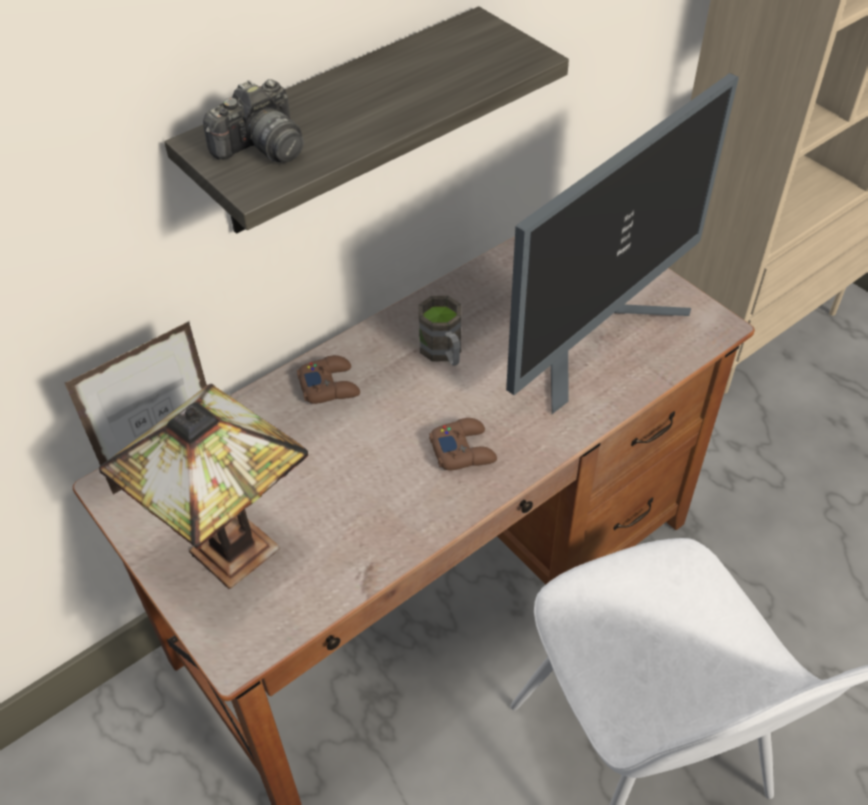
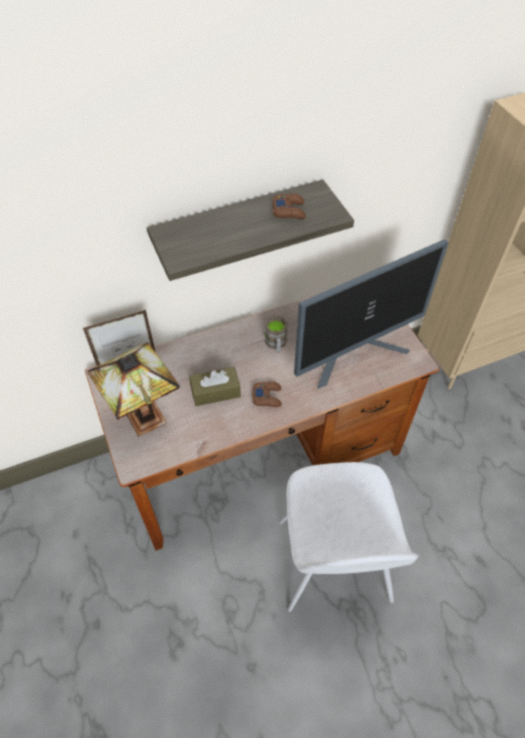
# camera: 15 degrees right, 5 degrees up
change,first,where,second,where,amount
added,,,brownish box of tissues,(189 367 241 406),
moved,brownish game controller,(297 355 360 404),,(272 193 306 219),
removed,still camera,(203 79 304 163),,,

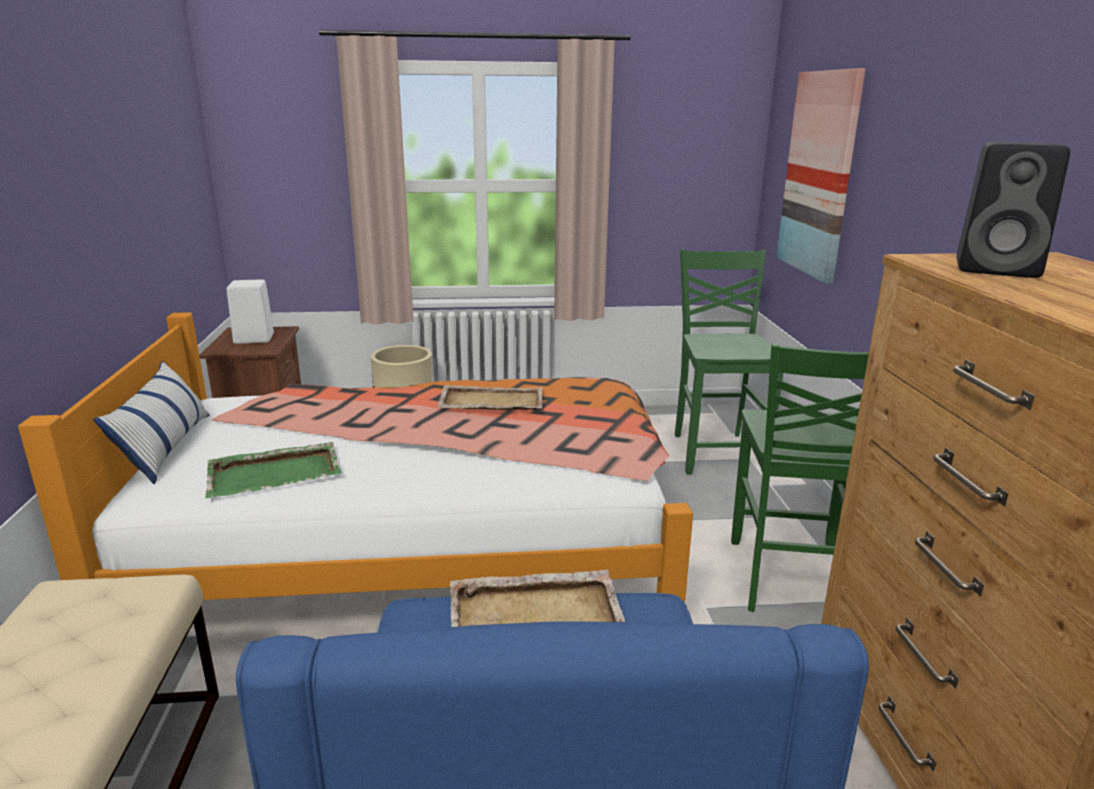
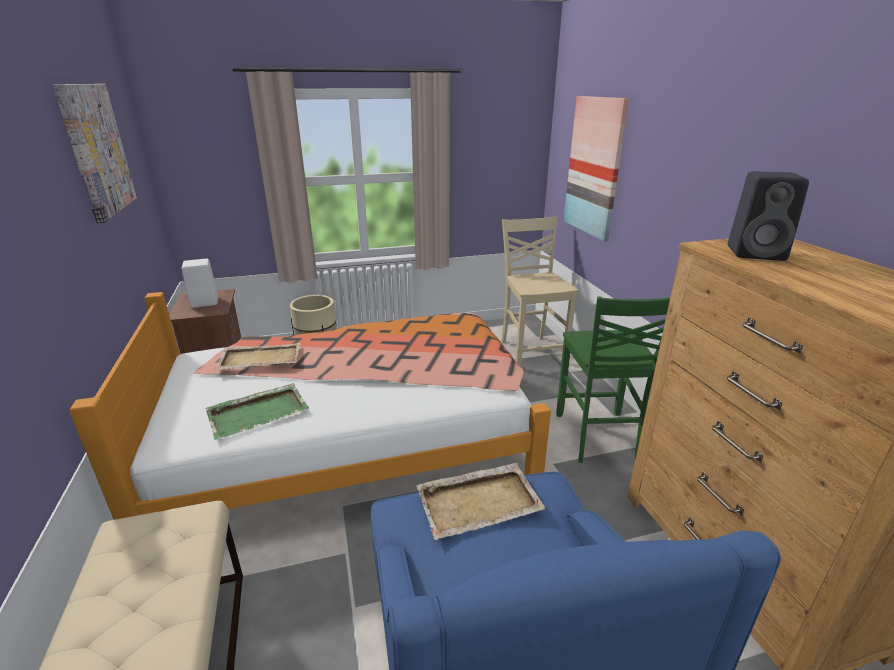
# camera: 10 degrees left, 5 degrees up
change,first,where,second,where,amount
added,,,wall art,(53 84 137 223),
moved,beige tray,(436 385 542 410),,(214 343 300 370),
recoloured,greenish chair,(675 250 783 475),beige chair,(502 216 578 367),
removed,cushion,(93 361 210 484),,,

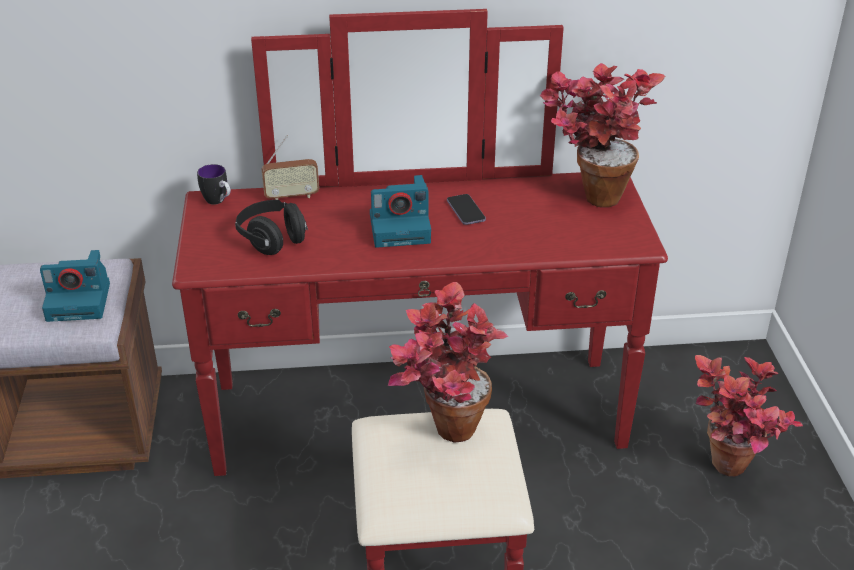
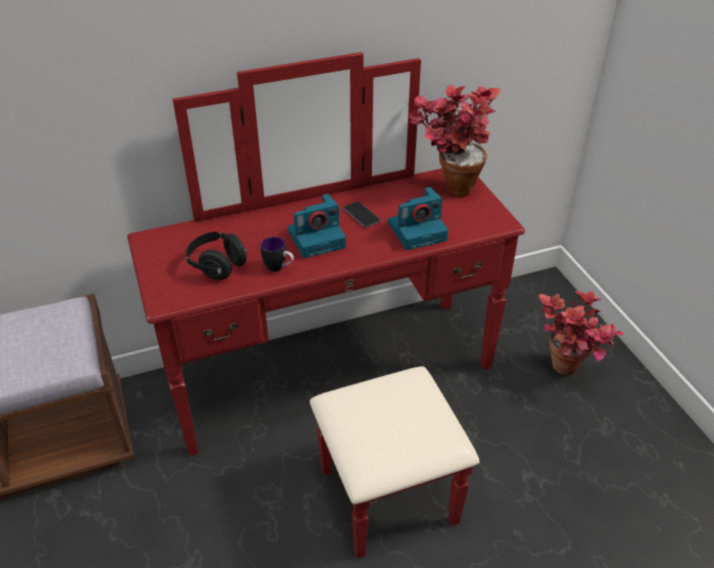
# camera: 15 degrees left, 5 degrees up
change,first,where,second,where,amount
moved,mug,(197 164 231 205),,(261 237 294 272),
moved,still camera,(40 250 110 322),,(388 187 448 250),
removed,radio set,(262 135 319 200),,,
removed,potted plant,(388 282 508 443),,,

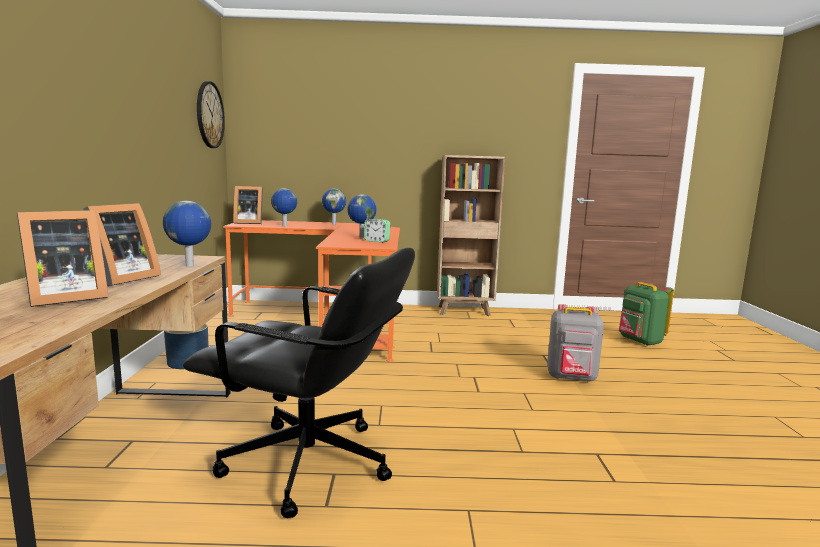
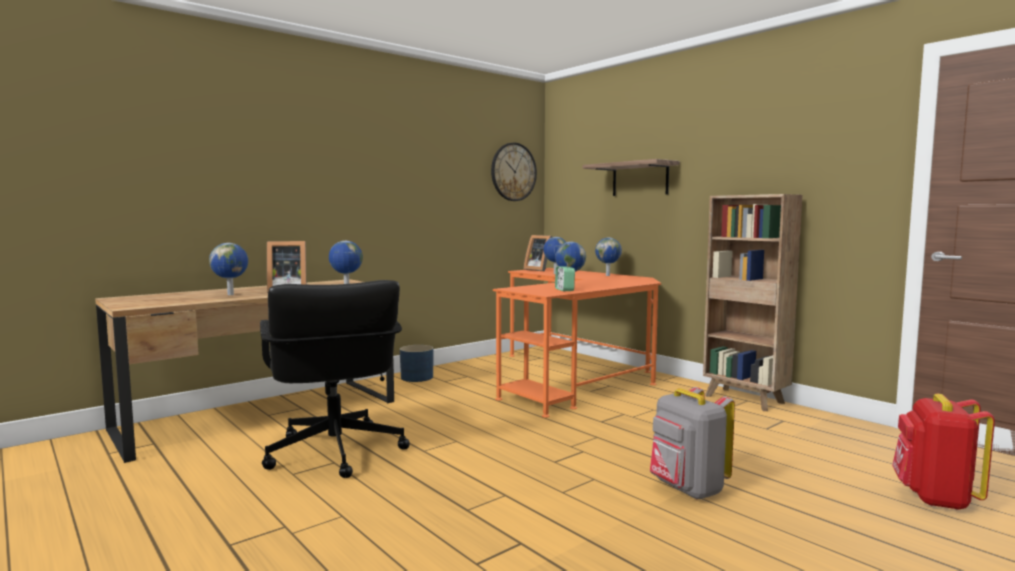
# camera: 50 degrees right, 5 degrees down
change,first,where,second,where,amount
replaced,photo frame,(17 210 108 307),desk globe,(209 243 248 295),
added,,,wall shelf,(582 159 680 196),
recoloured,greenish backpack,(619 282 674 346),reddish backpack,(892 394 995 510),

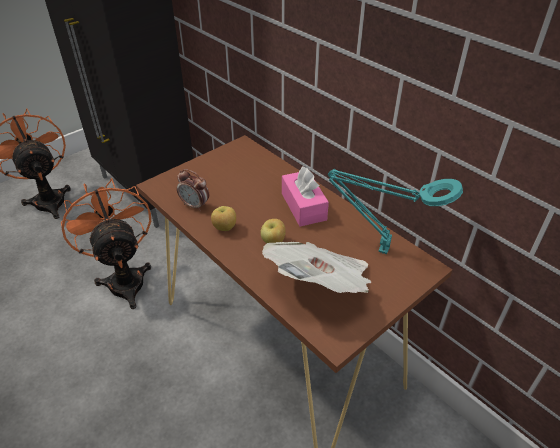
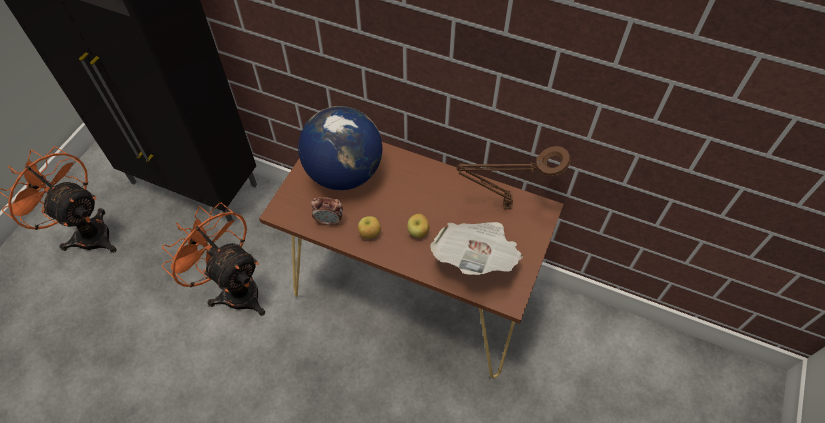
# camera: 25 degrees left, 15 degrees up
change,first,where,second,where,amount
added,,,desk globe,(298 106 382 190),
recoloured,turquoise tabletop lamp,(328 169 463 254),brownish tabletop lamp,(456 146 570 209),
removed,pinkish box of tissues,(282 166 329 227),,,

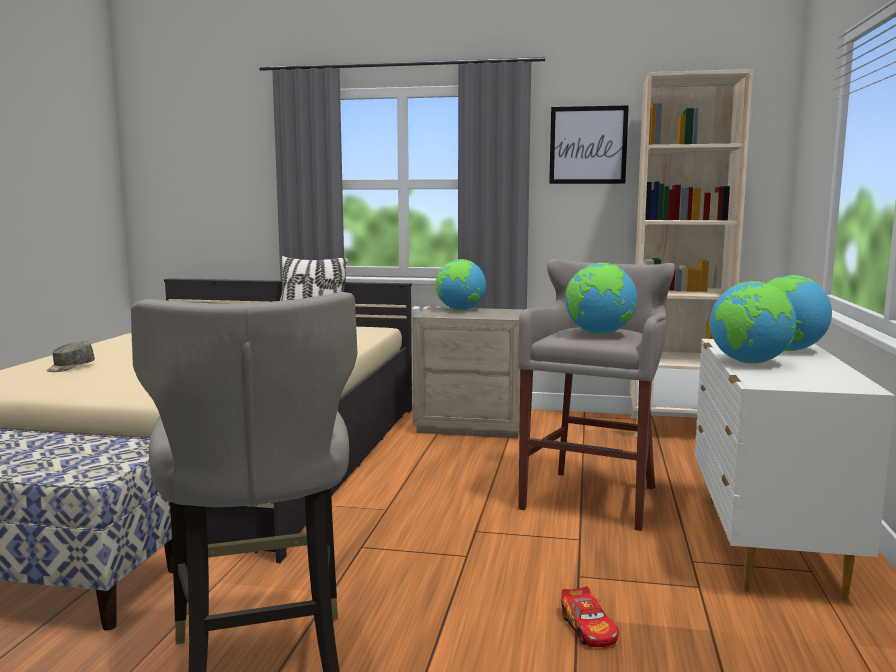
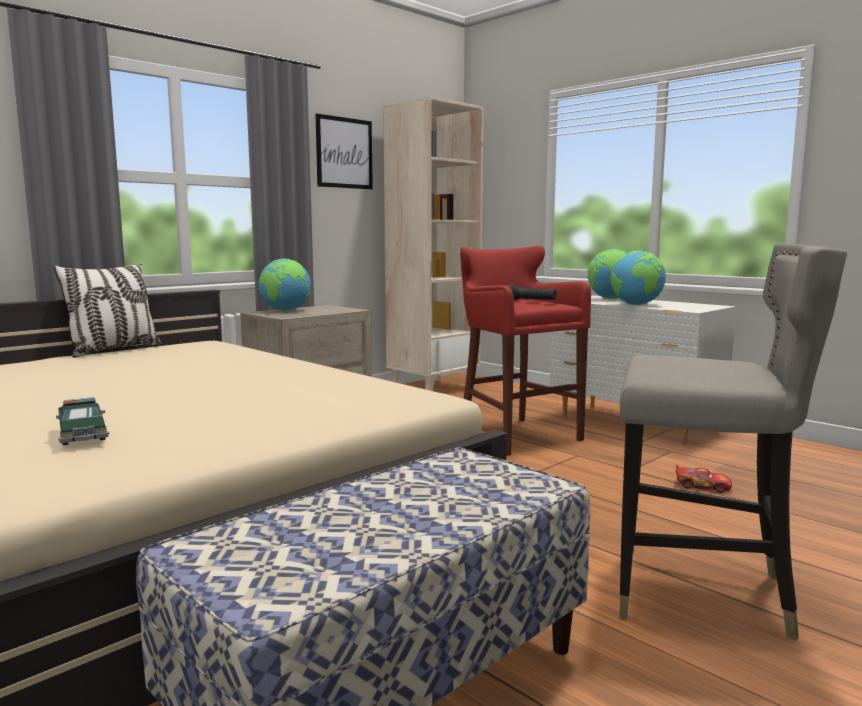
# camera: 55 degrees left, 0 degrees up
change,first,where,second,where,amount
replaced,gray peaked cap,(47 341 95 372),miniature car,(56 397 109 445),
recoloured,gray stool seat,(518 259 675 531),reddish stool seat,(460 246 591 456),
replaced,desk globe,(565 263 637 335),black-coloured flashlight,(506 284 557 300),

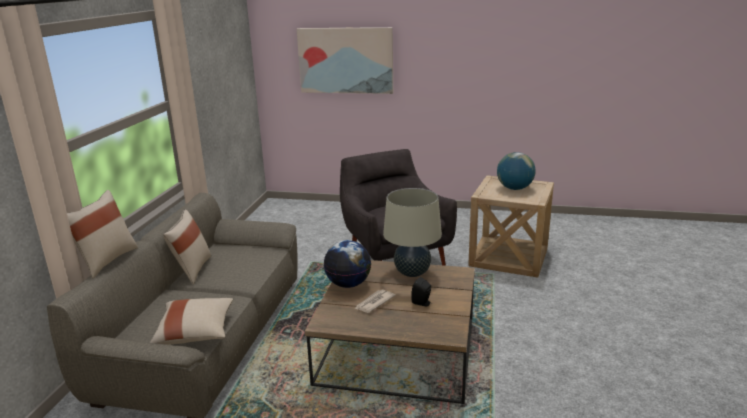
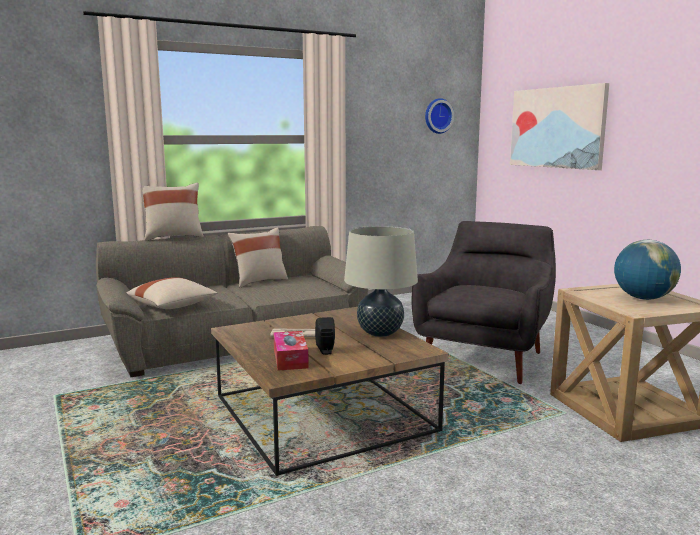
# camera: 50 degrees right, 10 degrees down
change,first,where,second,where,amount
added,,,box of tissues,(274 331 309 371),
added,,,wall clock,(425 98 454 134),
removed,desk globe,(324 240 371 288),,,

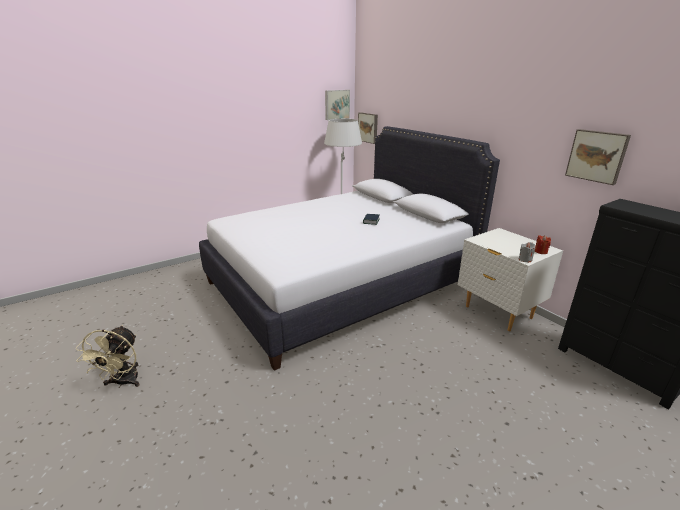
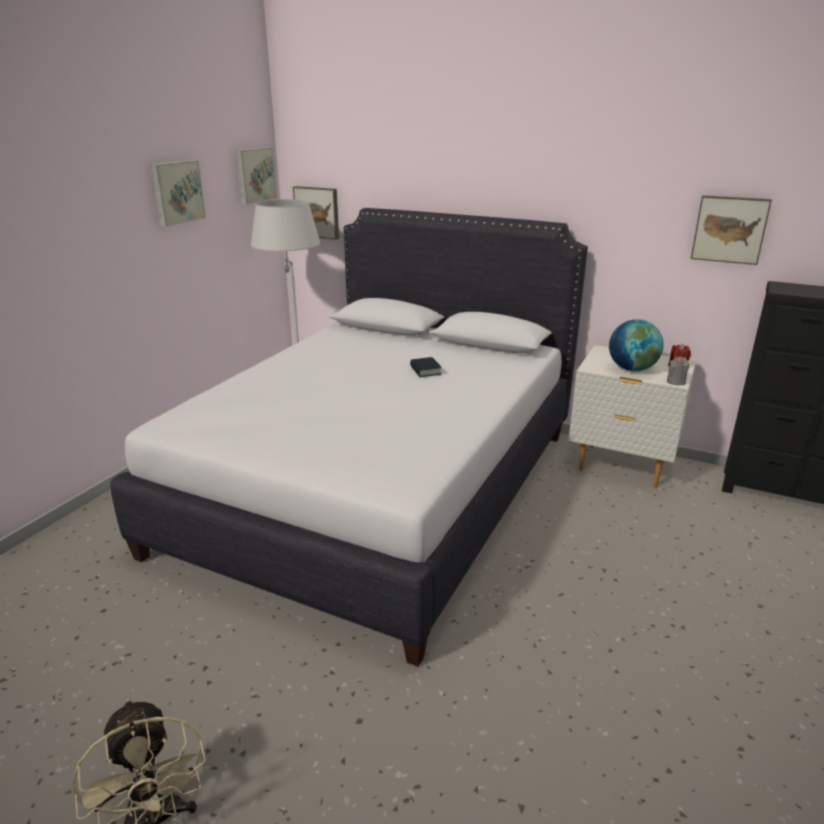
# camera: 30 degrees left, 0 degrees up
change,first,where,second,where,amount
added,,,wall art,(151 160 206 227),
added,,,desk globe,(609 319 664 371),

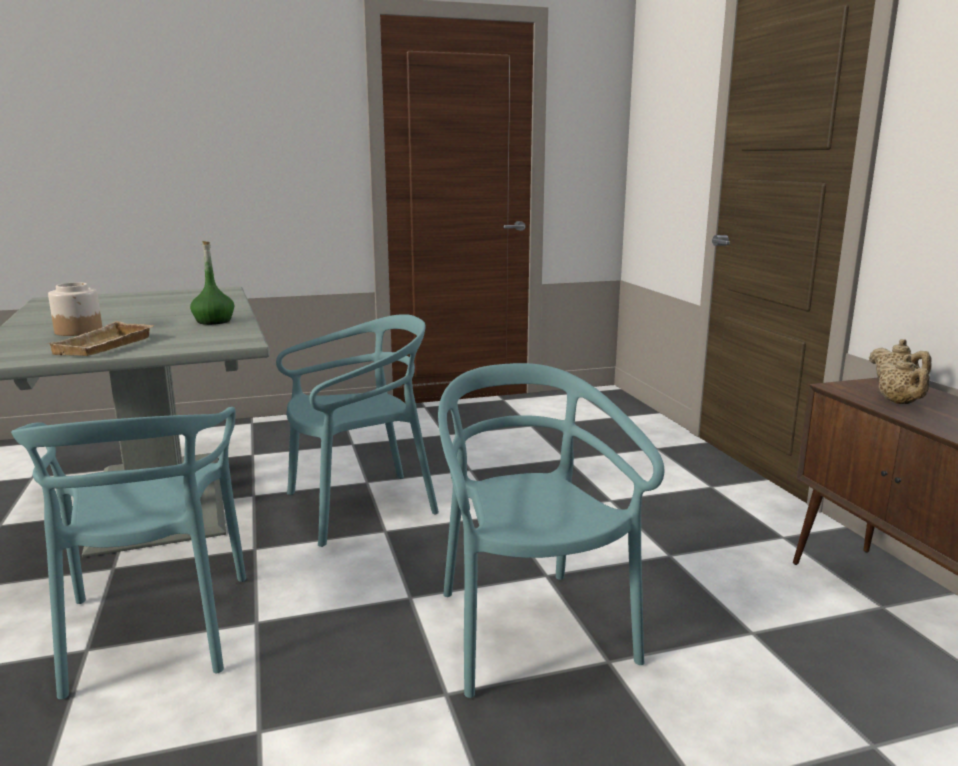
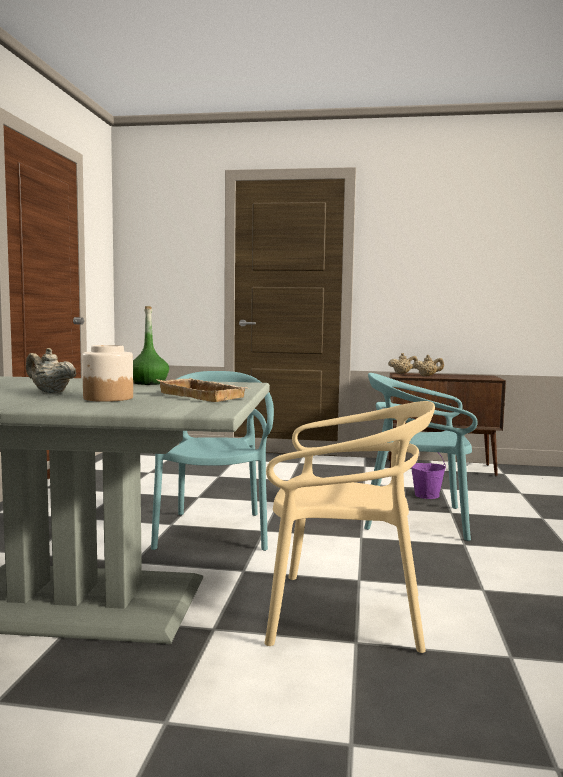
# camera: 65 degrees left, 10 degrees down
change,first,where,second,where,amount
added,,,beige teapot,(26 348 77 393),
recoloured,turquoise chair,(11 407 246 699),beige chair,(264 401 435 653),
added,,,purple pail,(412 451 446 499),

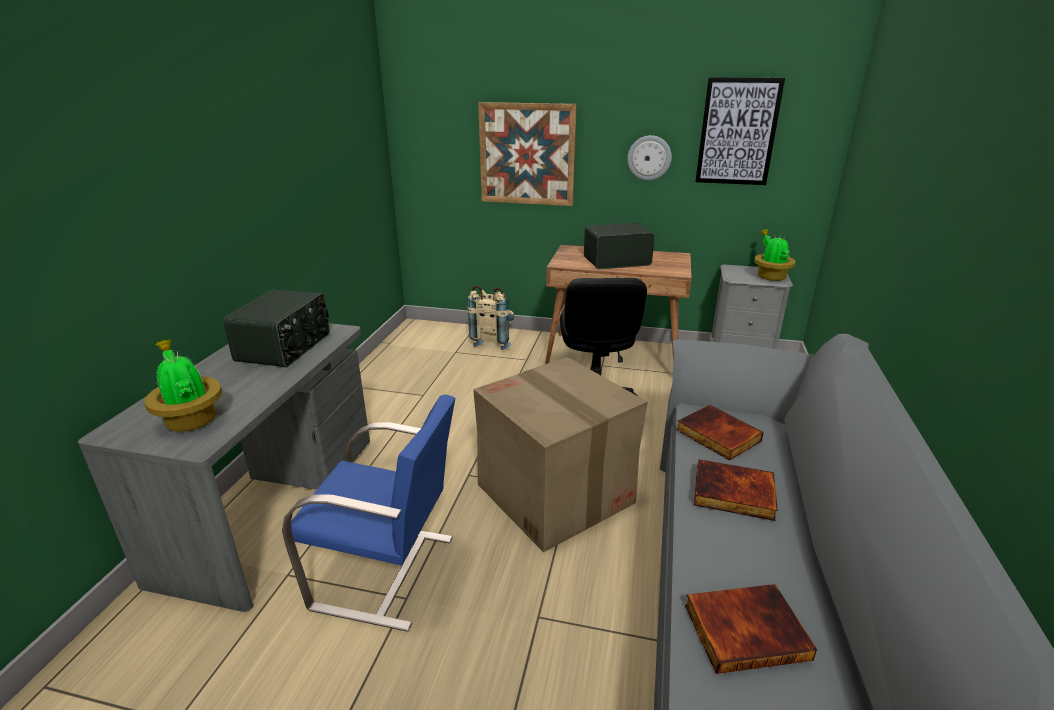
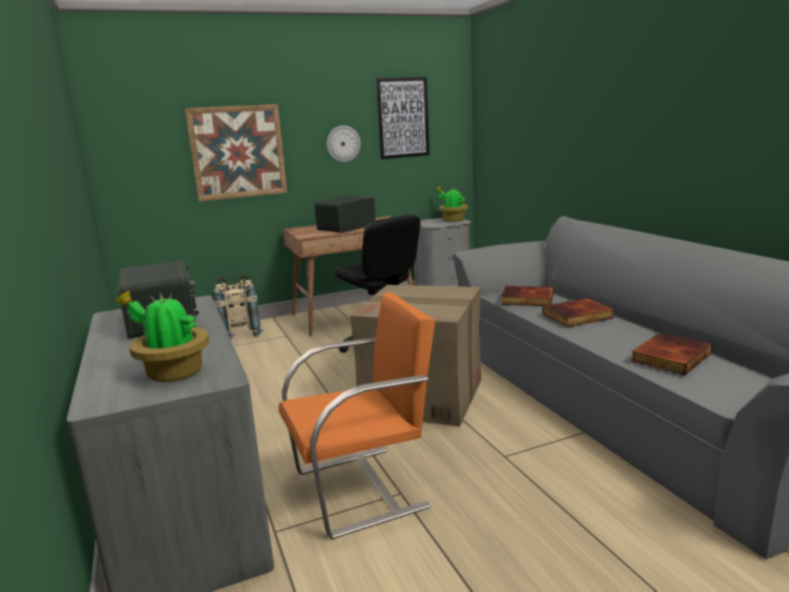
# camera: 35 degrees left, 10 degrees down
change,first,where,second,where,amount
recoloured,blue chair,(282 394 455 632),orange chair,(279 293 435 539),

